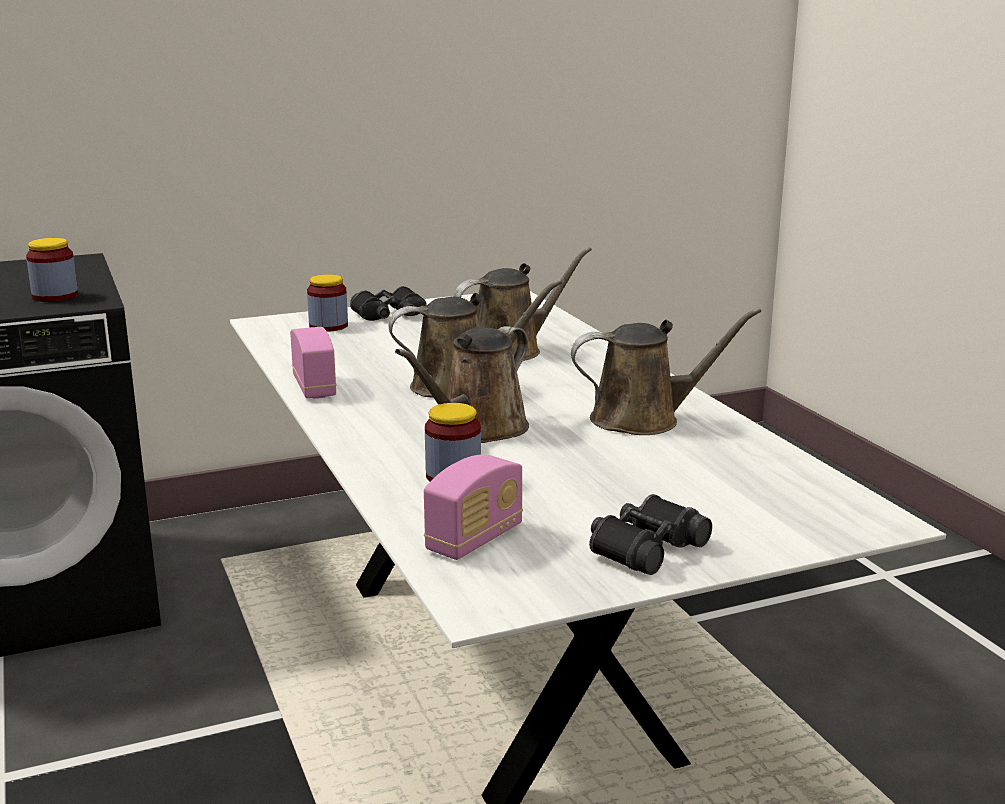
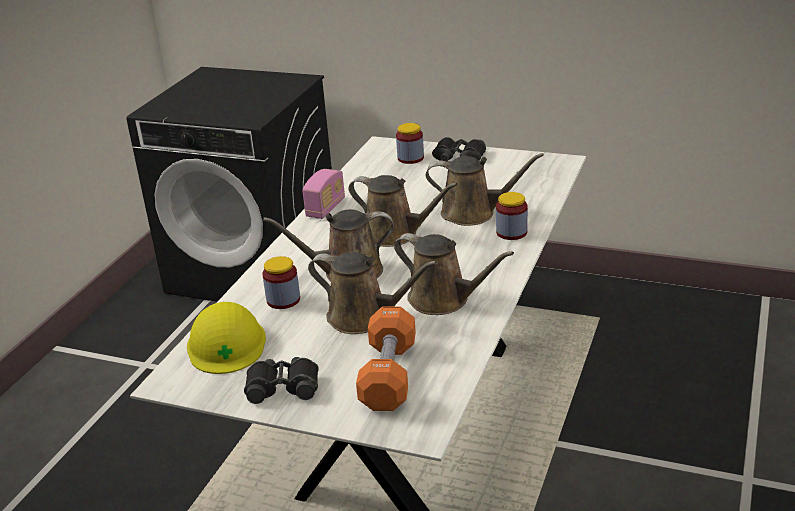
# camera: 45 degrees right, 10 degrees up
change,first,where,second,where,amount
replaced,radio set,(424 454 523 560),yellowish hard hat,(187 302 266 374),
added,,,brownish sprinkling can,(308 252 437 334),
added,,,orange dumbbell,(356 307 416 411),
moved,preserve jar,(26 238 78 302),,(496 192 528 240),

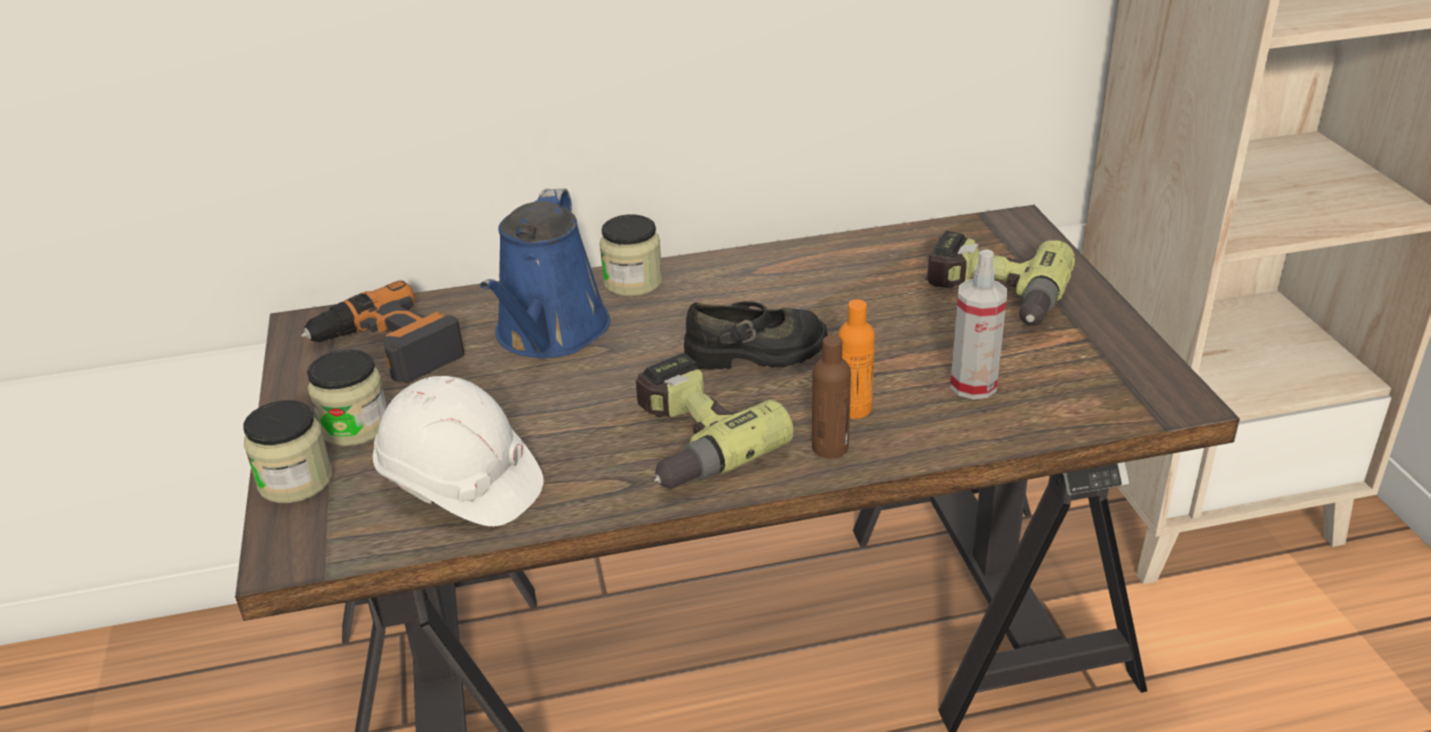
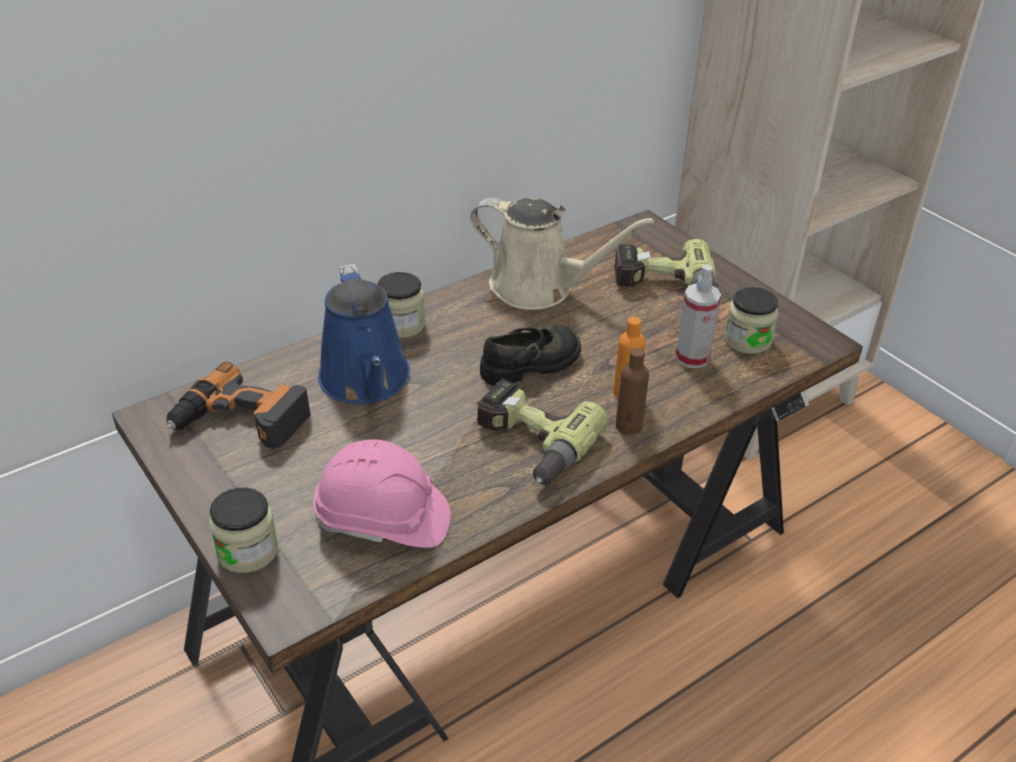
# camera: 25 degrees left, 5 degrees up
change,first,where,second,where,amount
recoloured,white-coloured hard hat,(373 376 544 527),pinkish hard hat,(313 439 451 548),
added,,,beige sprinkling can,(470 198 654 310),
moved,preserve jar,(307 349 387 446),,(724 287 778 354),

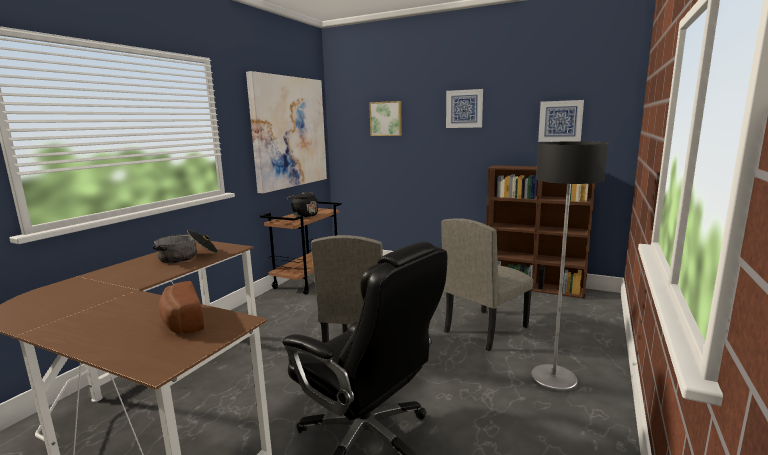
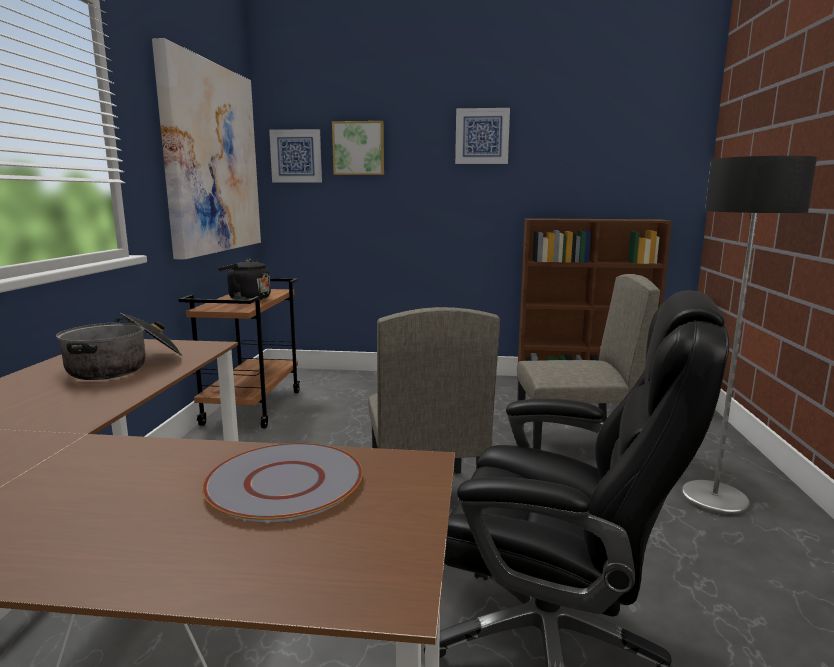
# camera: 20 degrees left, 0 degrees up
change,first,where,second,where,amount
replaced,bakery bread,(159 281 204 333),gray flat dish,(202 443 363 522),
moved,wall art,(538 100 584 142),,(269 129 322 183),
turned,beige chair,(441 218 534 351),,(516 274 660 450),120 degrees counterclockwise

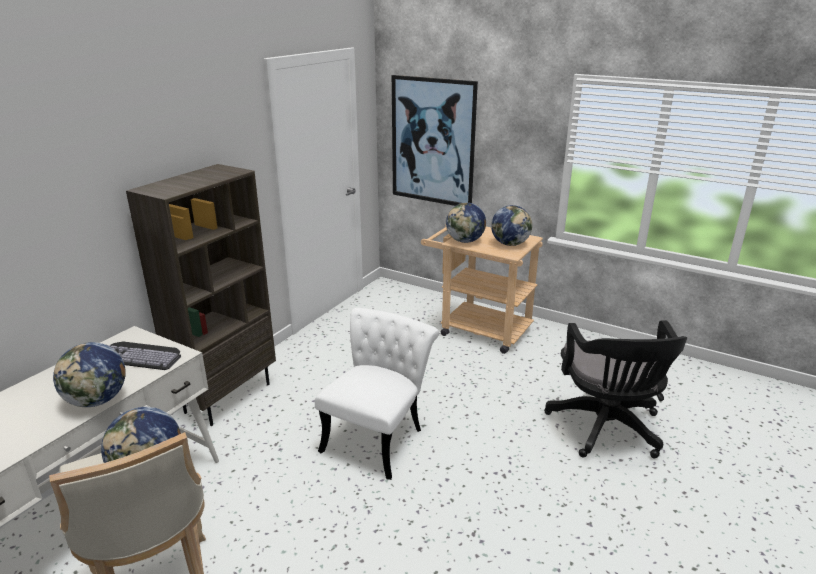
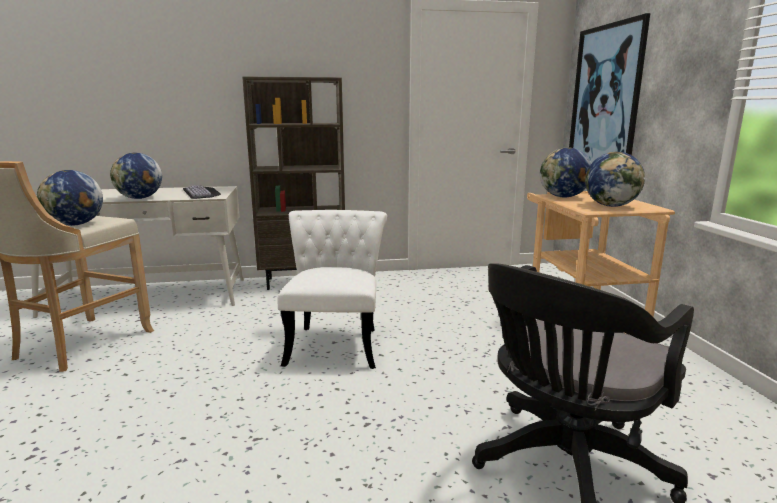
# camera: 50 degrees right, 10 degrees down
change,first,where,second,where,amount
turned,white-coloured chair,(315 308 439 480),,(278 210 387 369),75 degrees counterclockwise

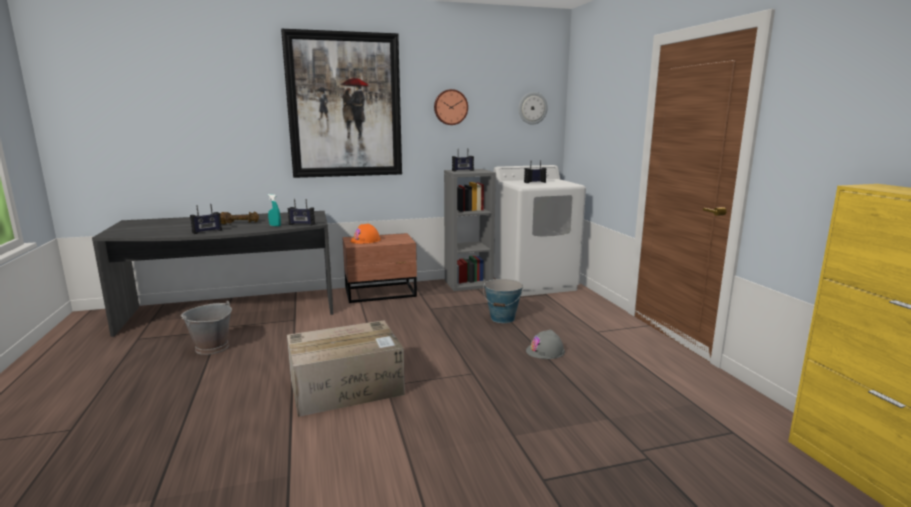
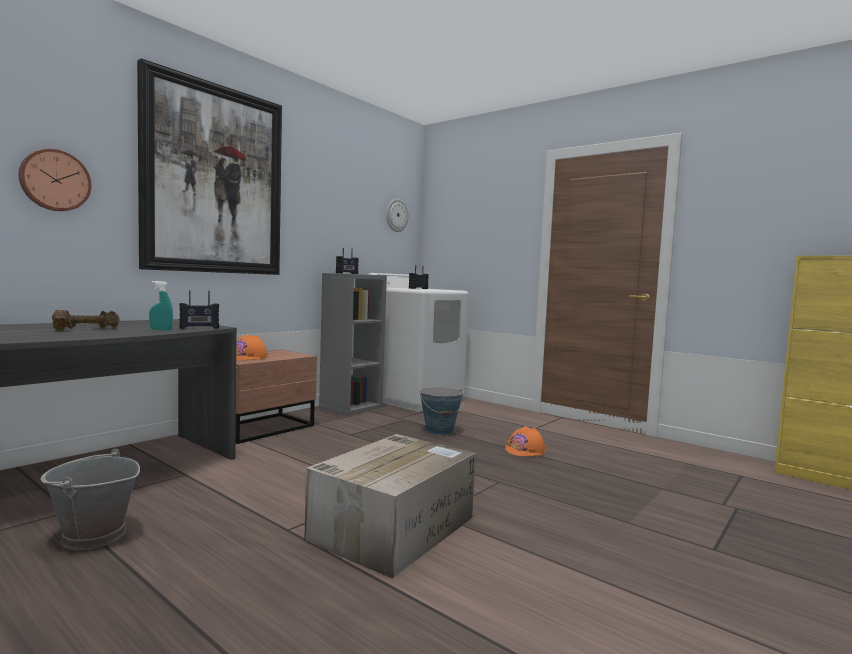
# camera: 35 degrees left, 10 degrees down
change,first,where,second,where,amount
moved,wall clock,(434 89 468 125),,(18 149 92 211),
recoloured,gray hard hat,(526 330 565 359),orange hard hat,(505 426 545 457),
removed,radio set,(190 204 222 234),,,

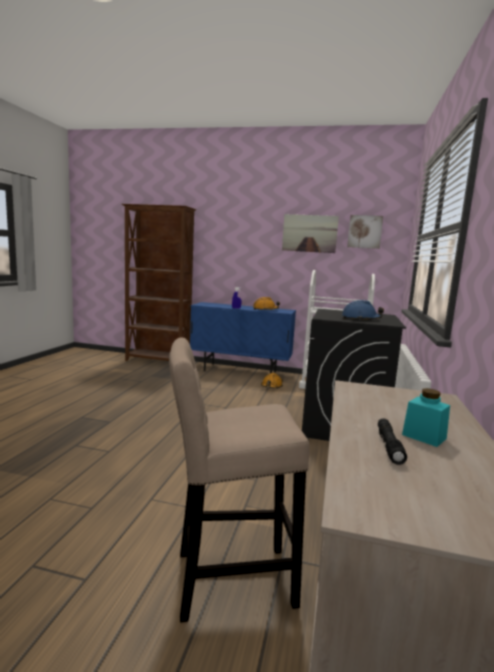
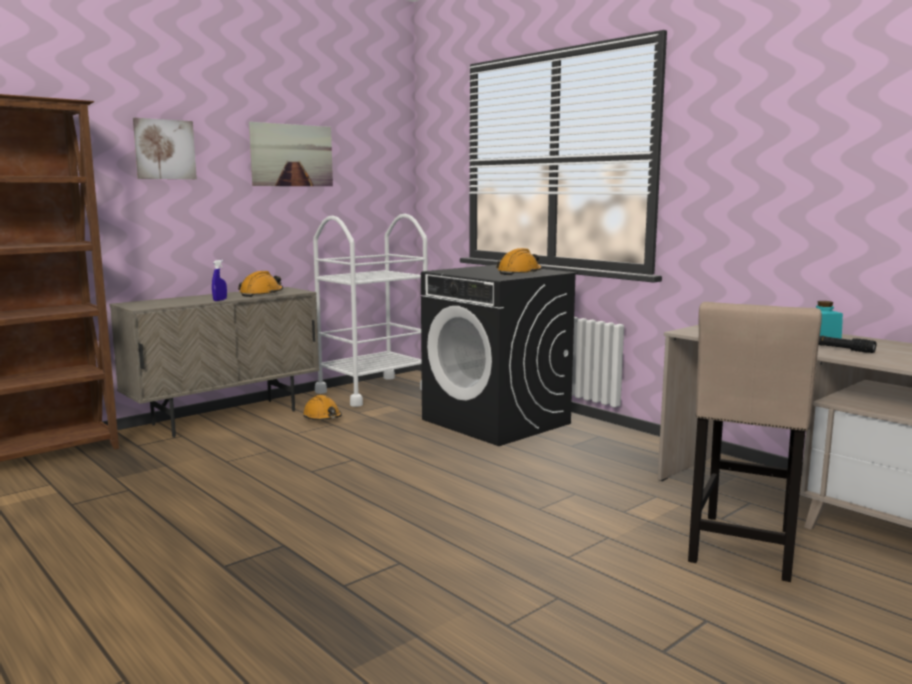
# camera: 55 degrees left, 0 degrees up
change,first,where,second,where,amount
recoloured,blue cupboard,(190 302 296 373),beige cupboard,(110 287 319 438),
moved,wall art,(347 215 383 249),,(133 118 197 179),
recoloured,blue hard hat,(342 300 384 320),orange hard hat,(496 248 542 275),

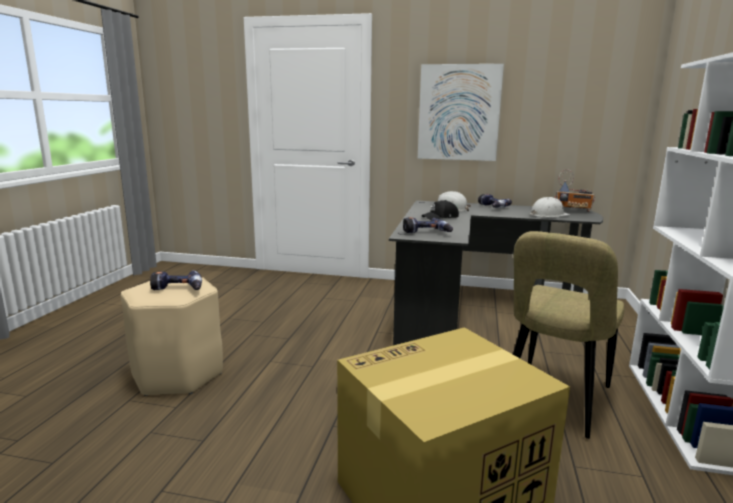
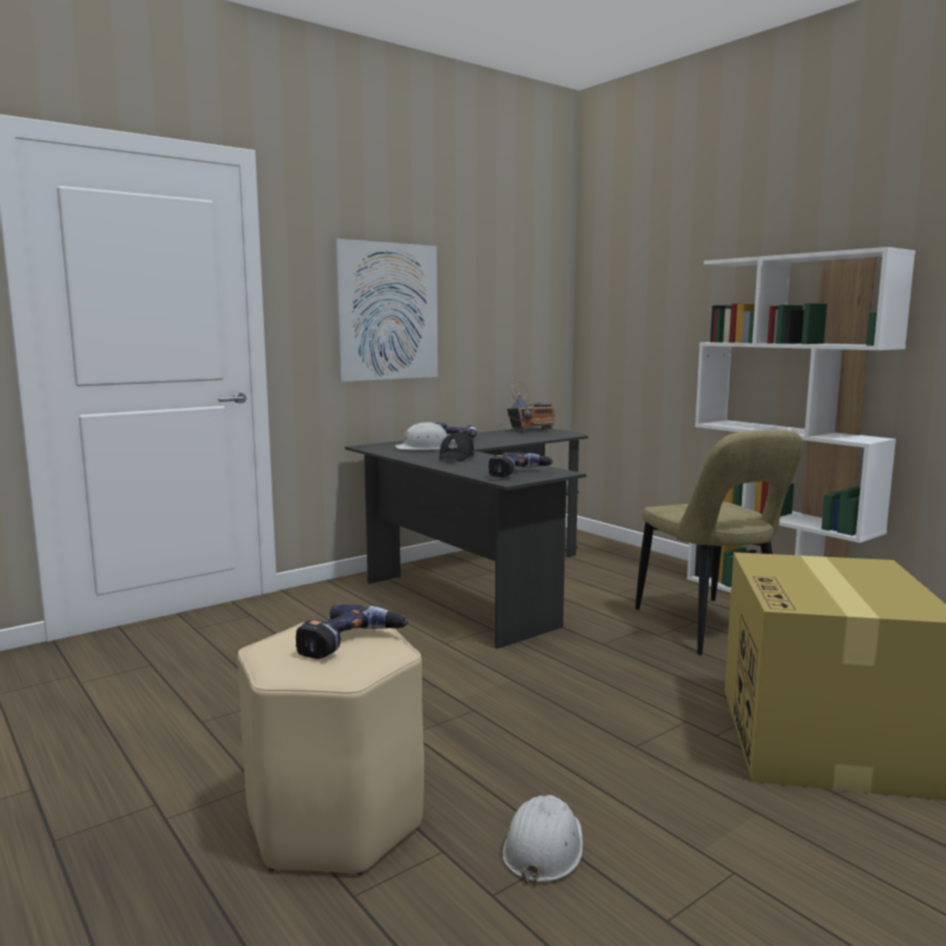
# camera: 50 degrees left, 5 degrees down
change,first,where,second,where,amount
moved,white-coloured hard hat,(530 197 570 217),,(502 795 583 885),

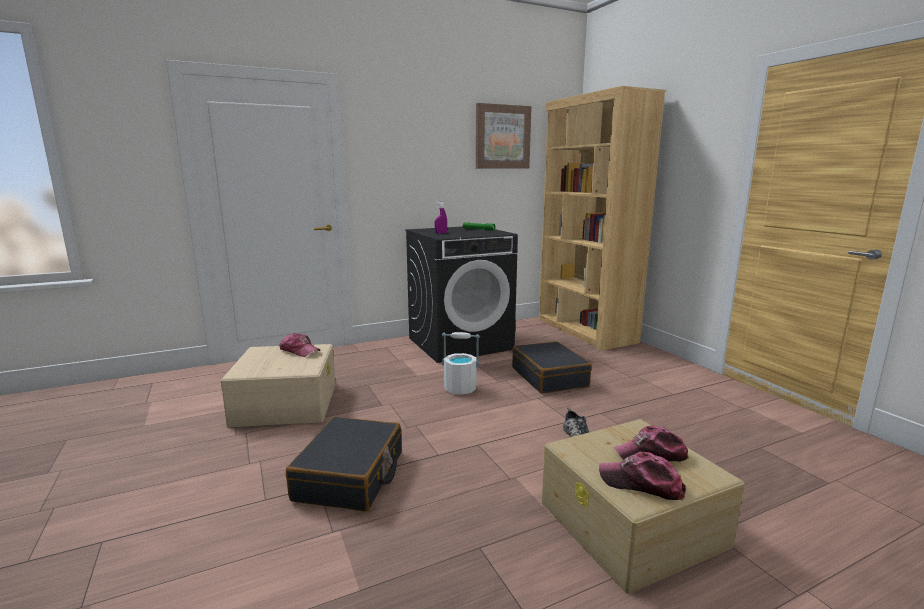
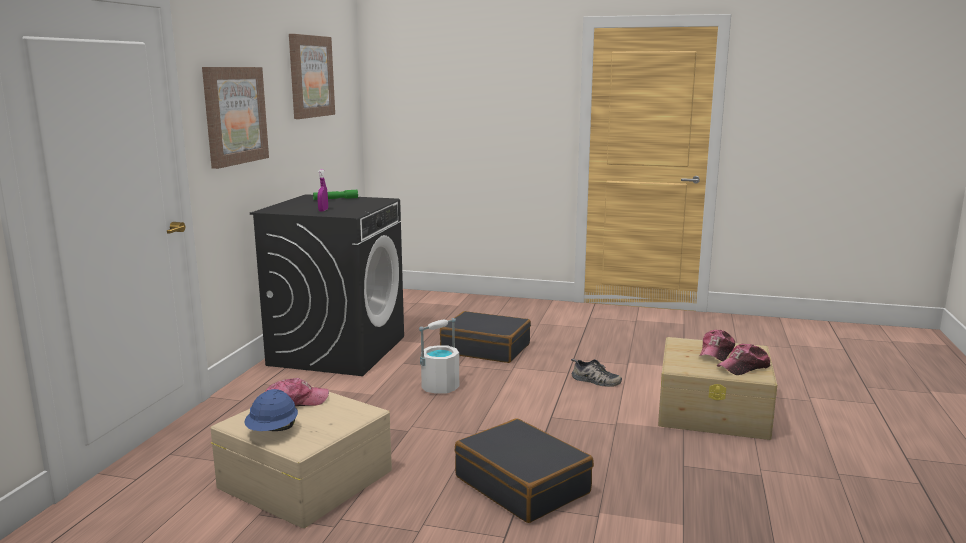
# camera: 50 degrees left, 0 degrees up
change,first,where,second,where,amount
added,,,wall art,(202 67 269 169),
added,,,blue hard hat,(244 389 298 431),
removed,brownish shelving unit,(539 86 665 351),,,

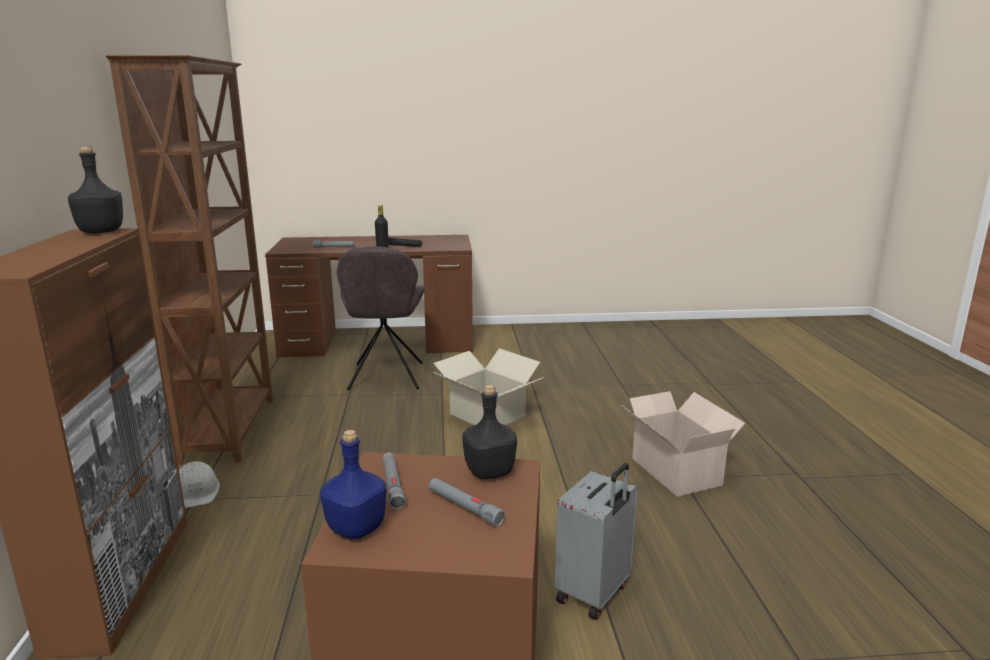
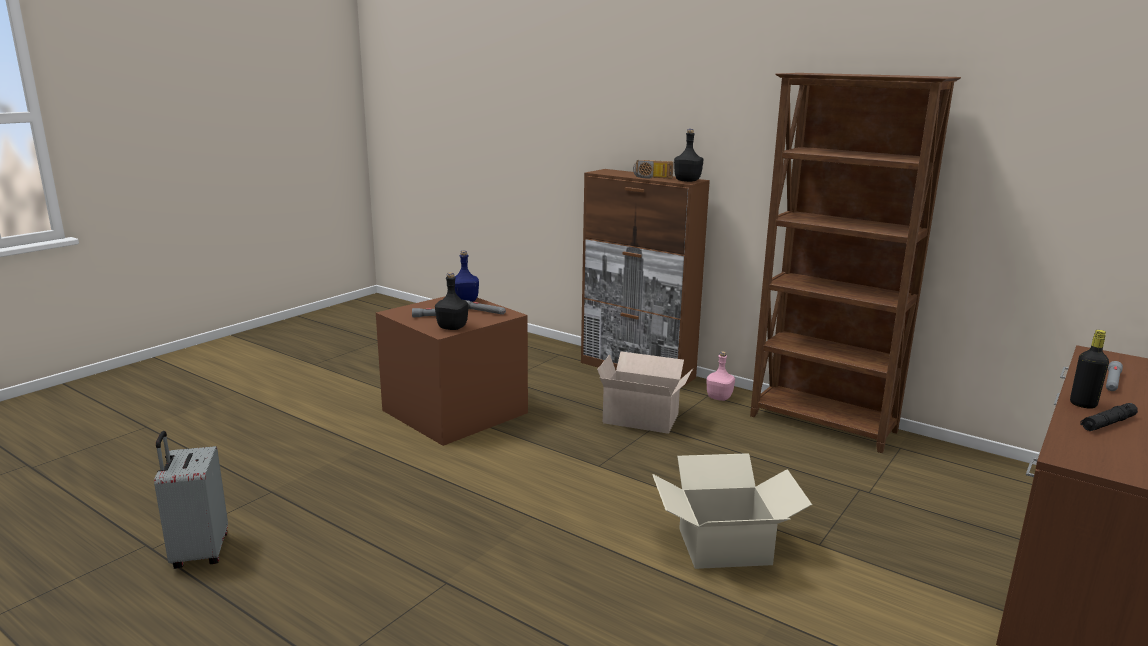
# camera: 130 degrees right, 0 degrees up
change,first,where,second,where,amount
moved,gray travel case,(555 463 638 620),,(154 431 228 569),
moved,carton,(623 391 745 497),,(597 351 693 434),
added,,,radio set,(633 160 673 179),
replaced,white-coloured hard hat,(179 461 220 508),pinkish bottle,(707 351 735 401),
removed,gray chair,(337 246 424 391),,,

